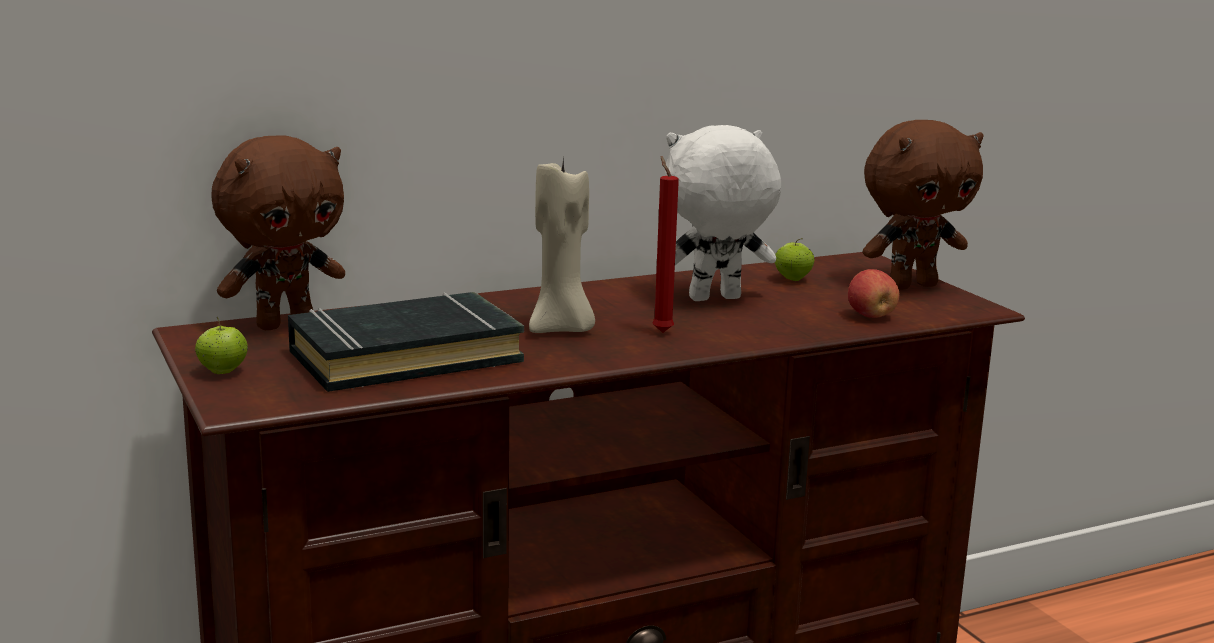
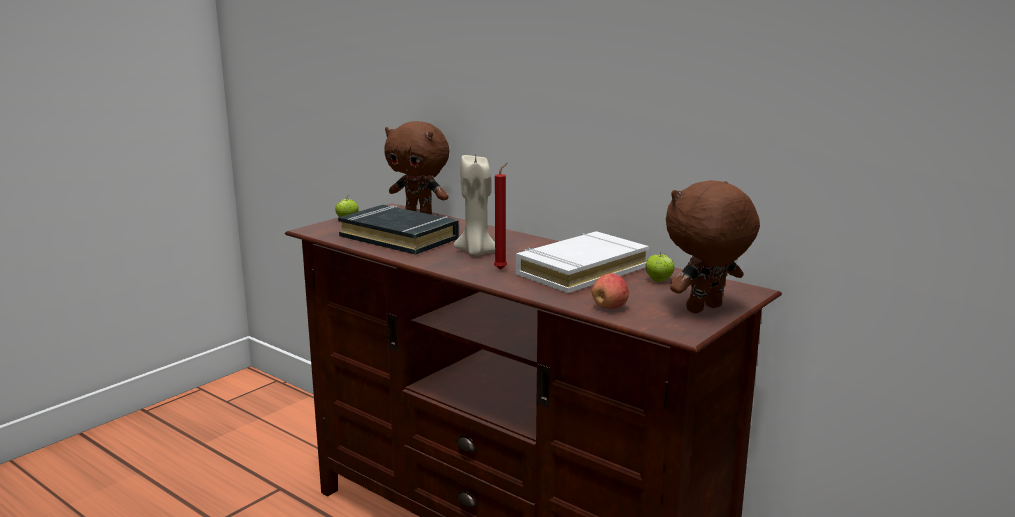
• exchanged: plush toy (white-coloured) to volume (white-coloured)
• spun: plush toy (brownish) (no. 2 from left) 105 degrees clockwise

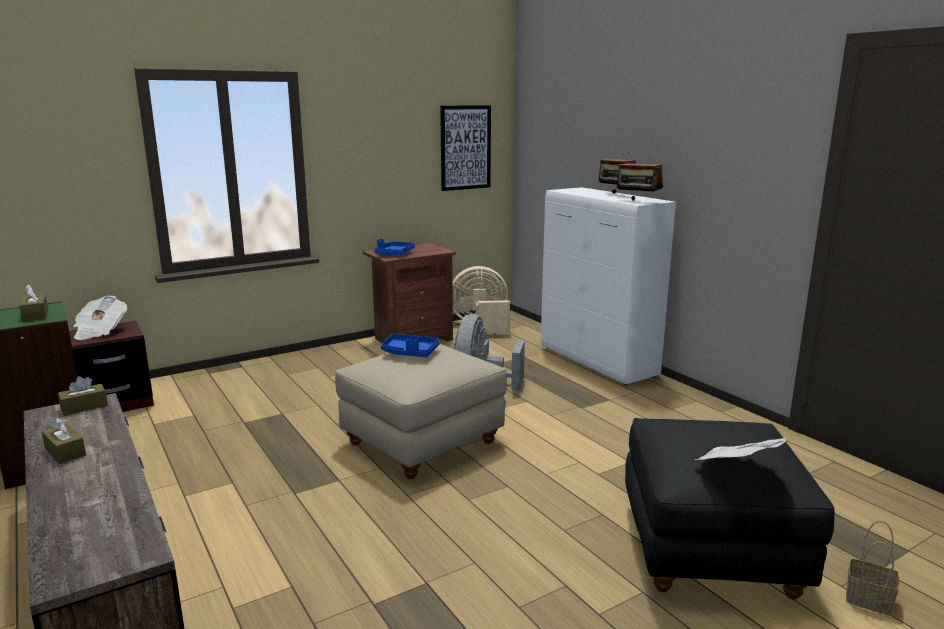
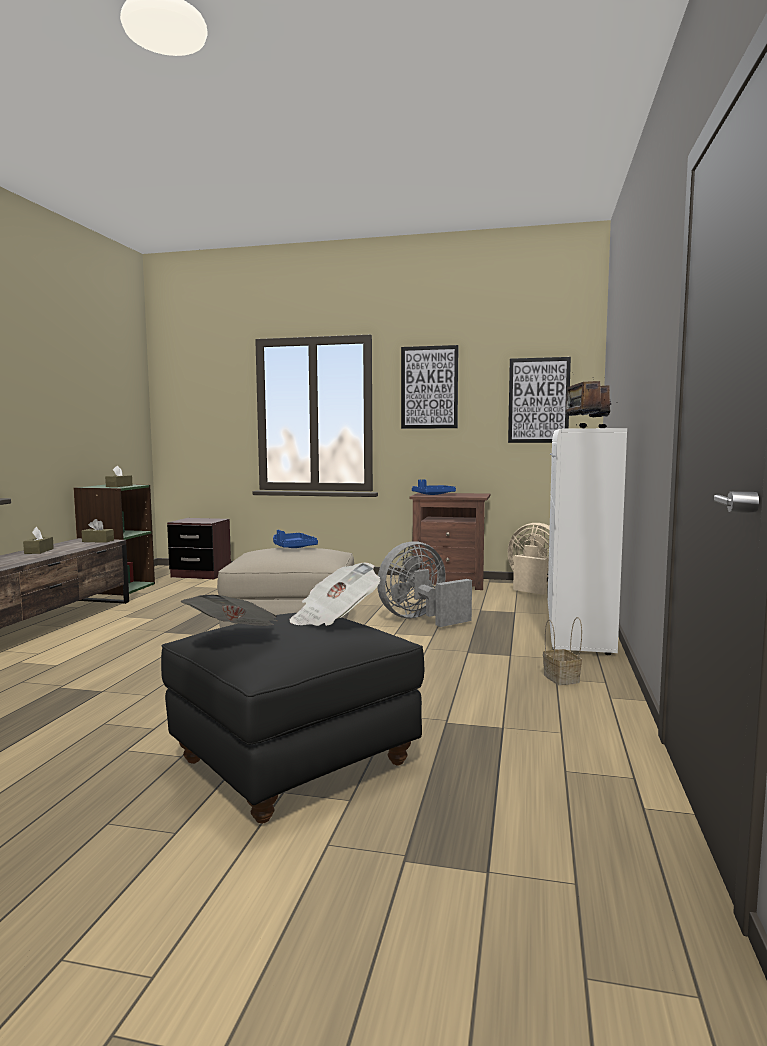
• relocated: newspaper (no. 1 from left in the first image) to newspaper (no. 2 from left)
• relocated: basket
• appeared: picture (no. 1 from left)

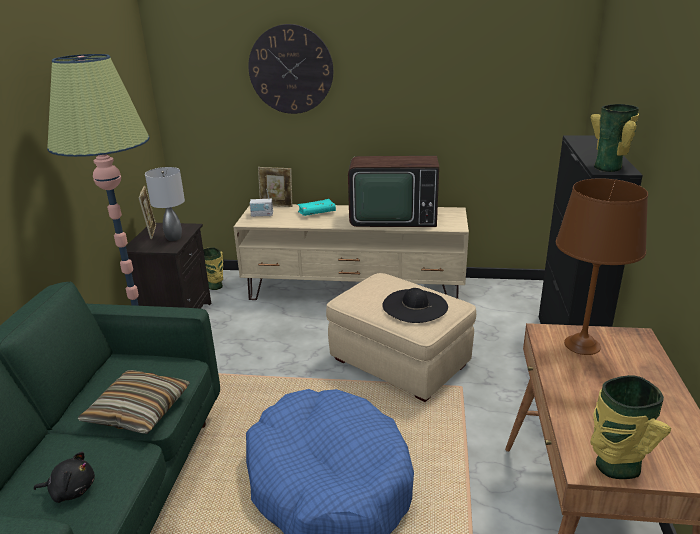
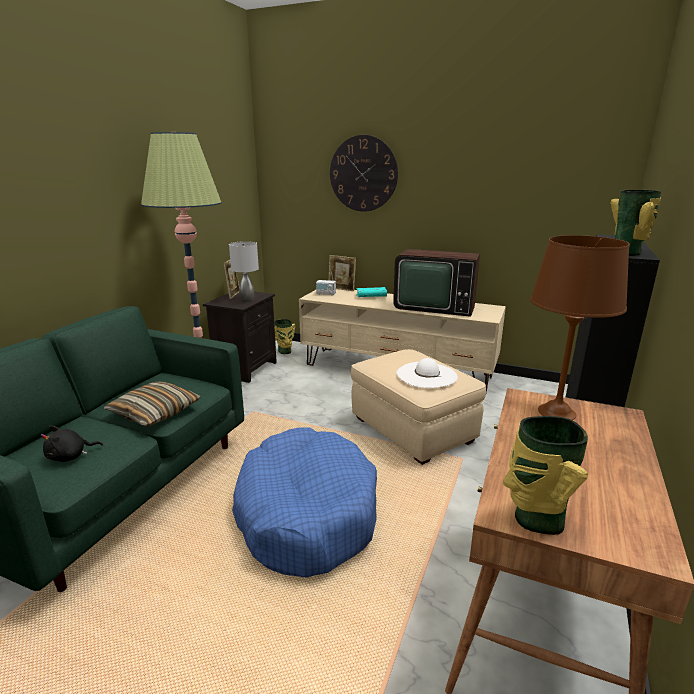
• spun: plush toy (black) 135 degrees clockwise
• colour: wearable hat (black) to wearable hat (white-coloured)

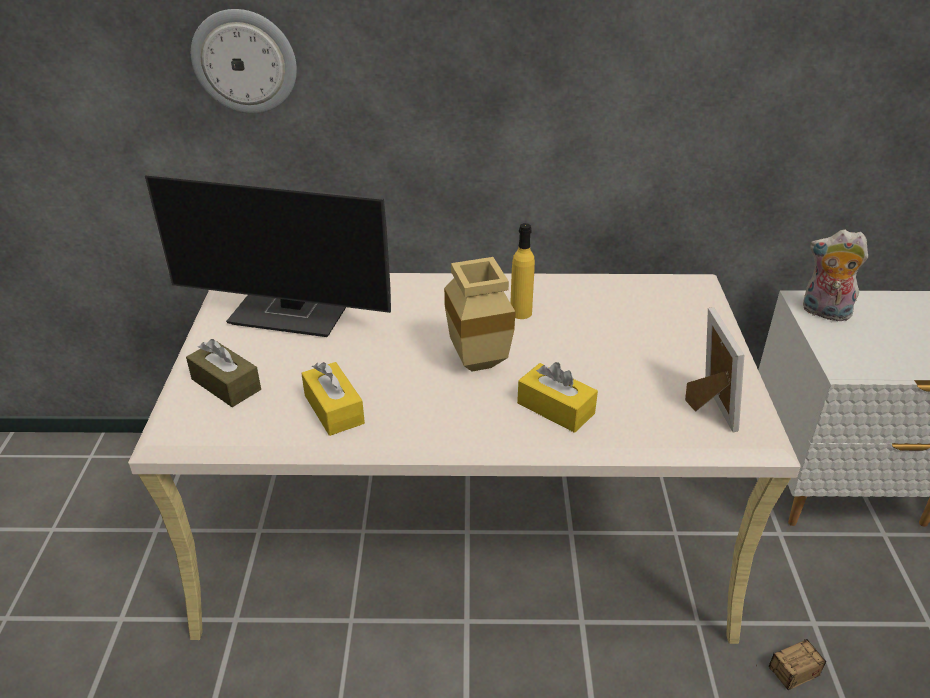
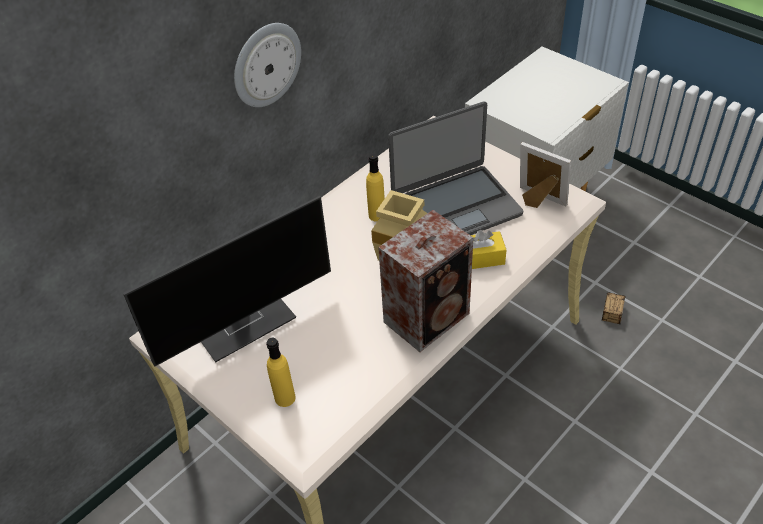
• exchanged: box of tissues (brownish) to beverage bottle (yellowish) (no. 1 from left)
• relocated: wall clock
• missing: box of tissues (yellowish) (no. 1 from left)
• missing: plush toy
• appeared: audio speaker
• appeared: portable computer

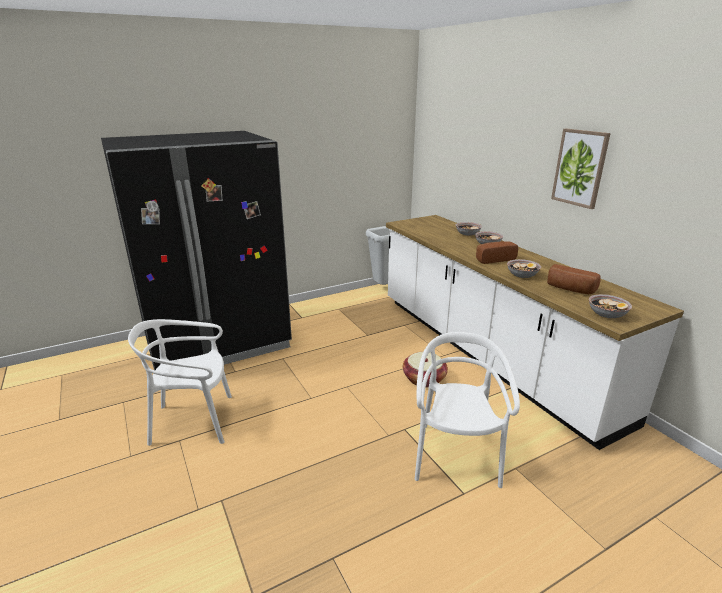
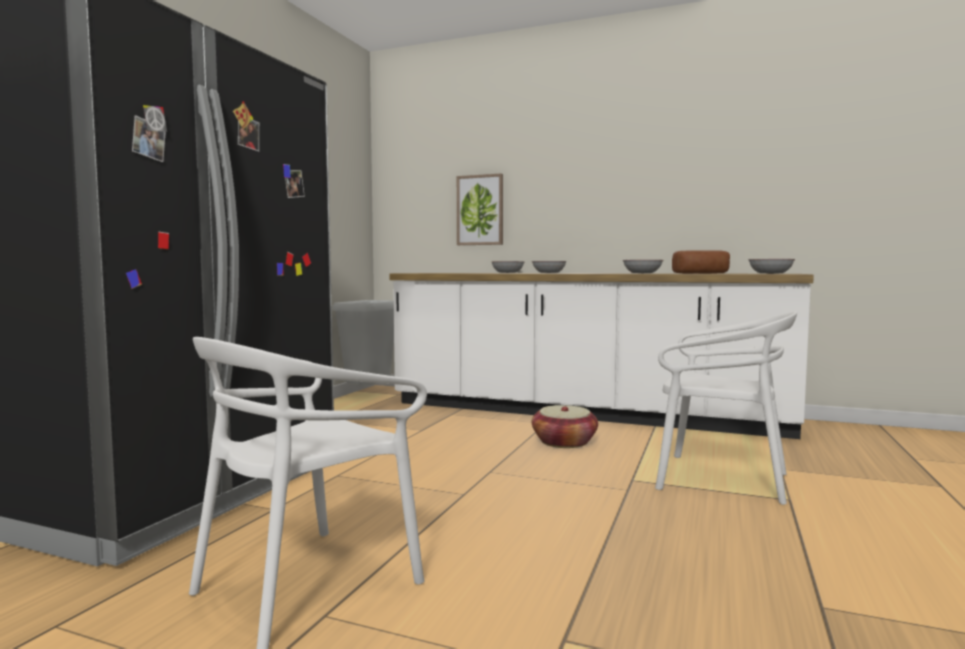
• spun: plain chair (white-coloured) (no. 2 from left) 150 degrees clockwise
• missing: bread (no. 1 from left)
• relocated: picture

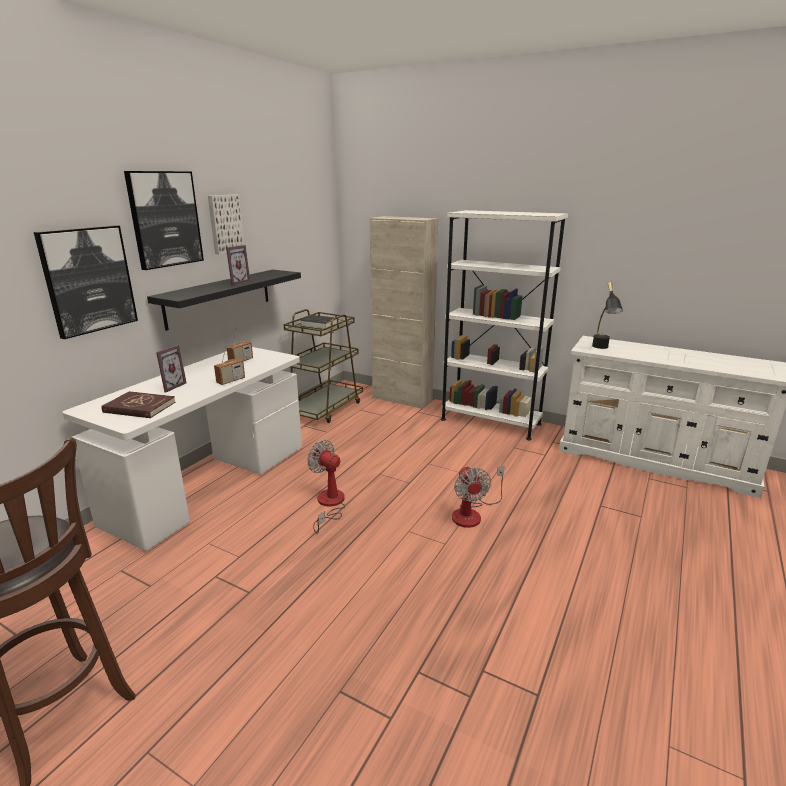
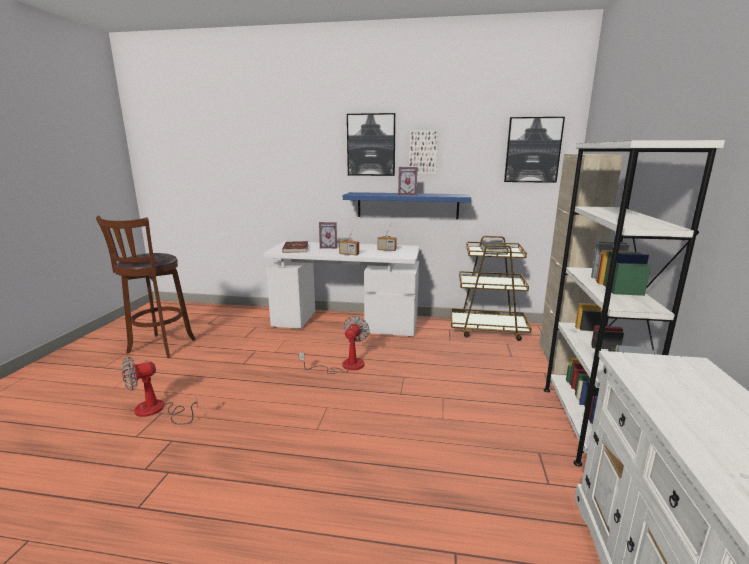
• relocated: picture (no. 1 from left in the first image) to picture (no. 3 from left)
• colour: shelf (black) to shelf (blue)
• relocated: electric fan (no. 2 from left in the first image) to electric fan (no. 1 from left)
• missing: tabletop lamp (black)

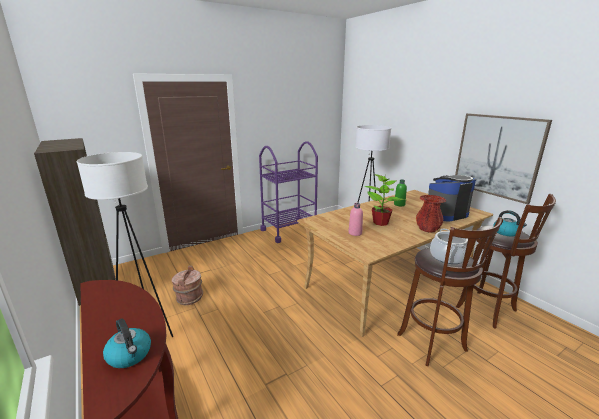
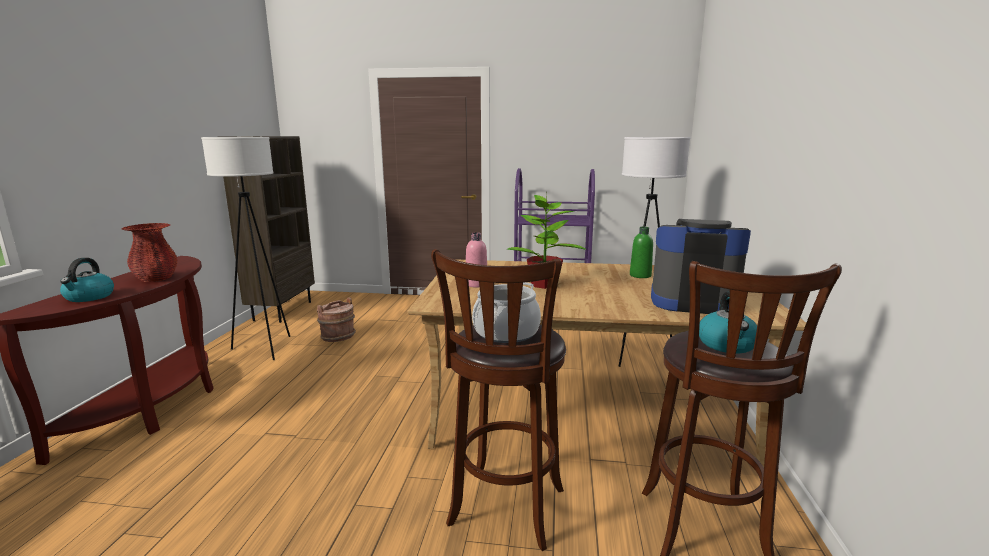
• relocated: decorative vase (reddish)
• missing: picture

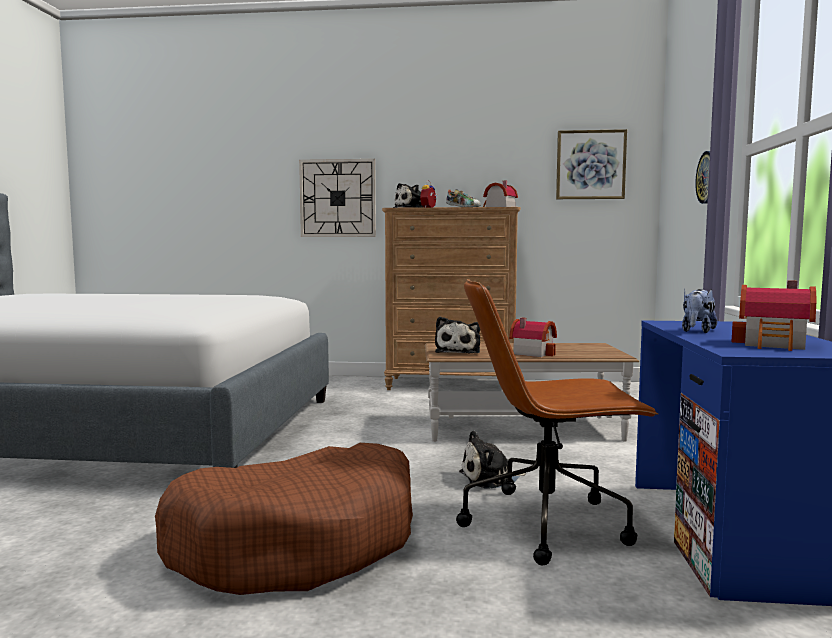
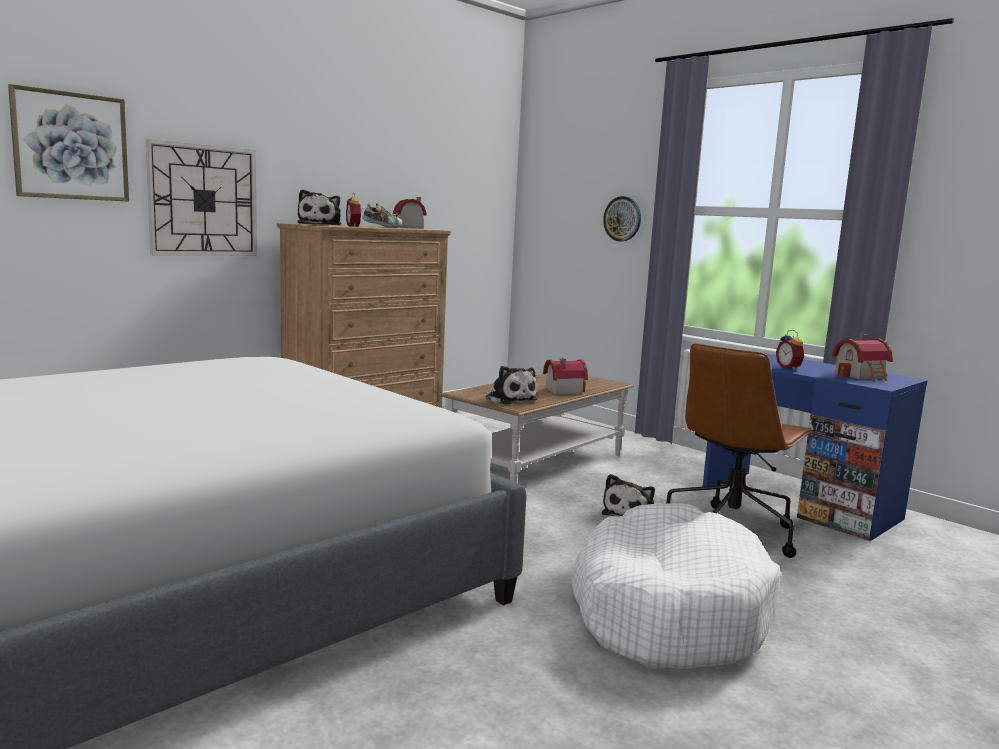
• colour: dog cushion (brownish) to dog cushion (white-coloured)
• relocated: picture
• exchanged: plush toy (no. 4 from left) to table clock (no. 2 from left)

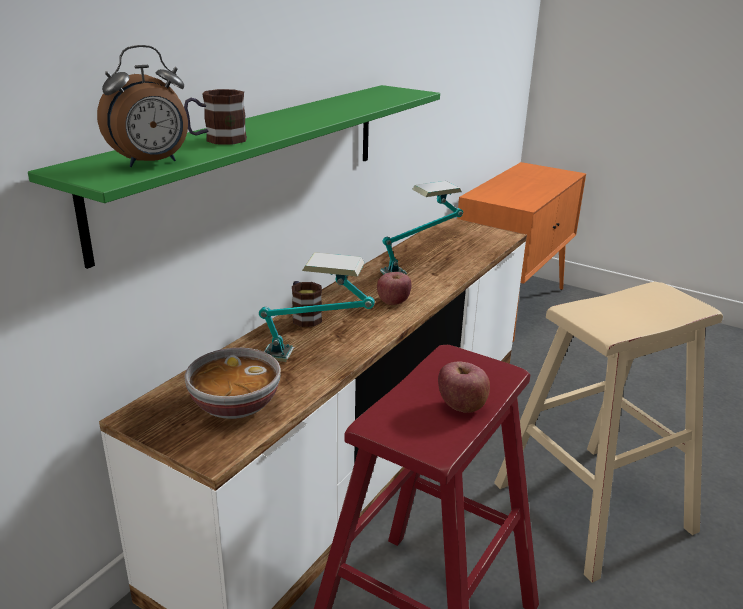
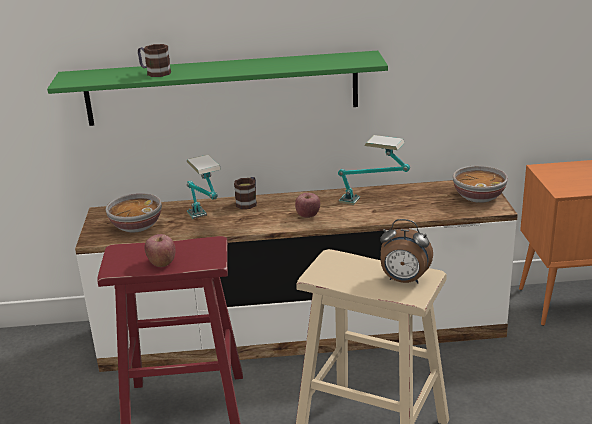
• relocated: table clock
• appeared: bowl (no. 2 from left)

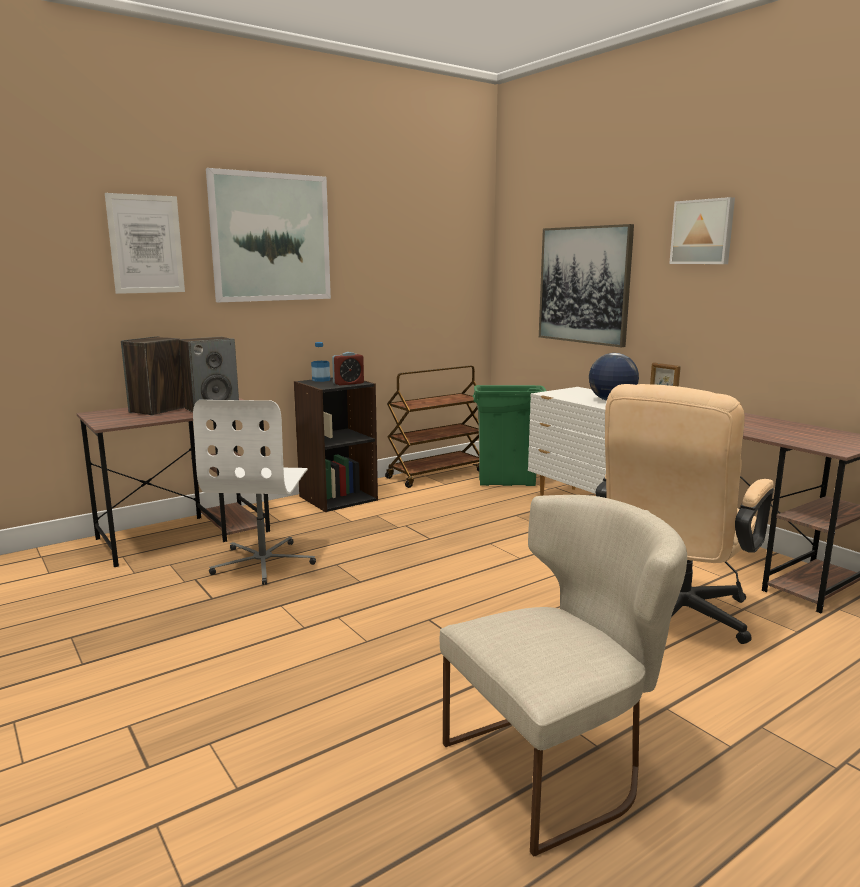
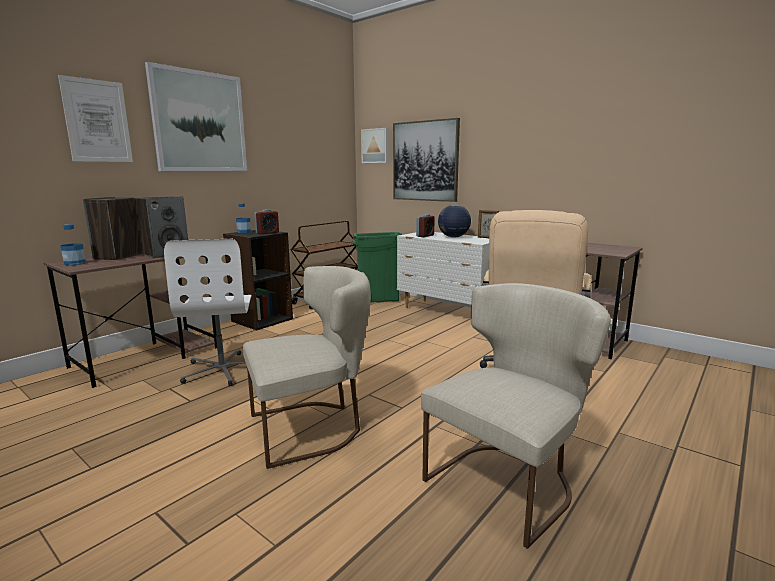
• relocated: picture (no. 4 from left in the first image) to picture (no. 3 from left)
• appeared: beverage bottle (no. 1 from left)
• appeared: plain chair (sand-coloured) (no. 1 from left)
• appeared: table clock (no. 2 from left)

